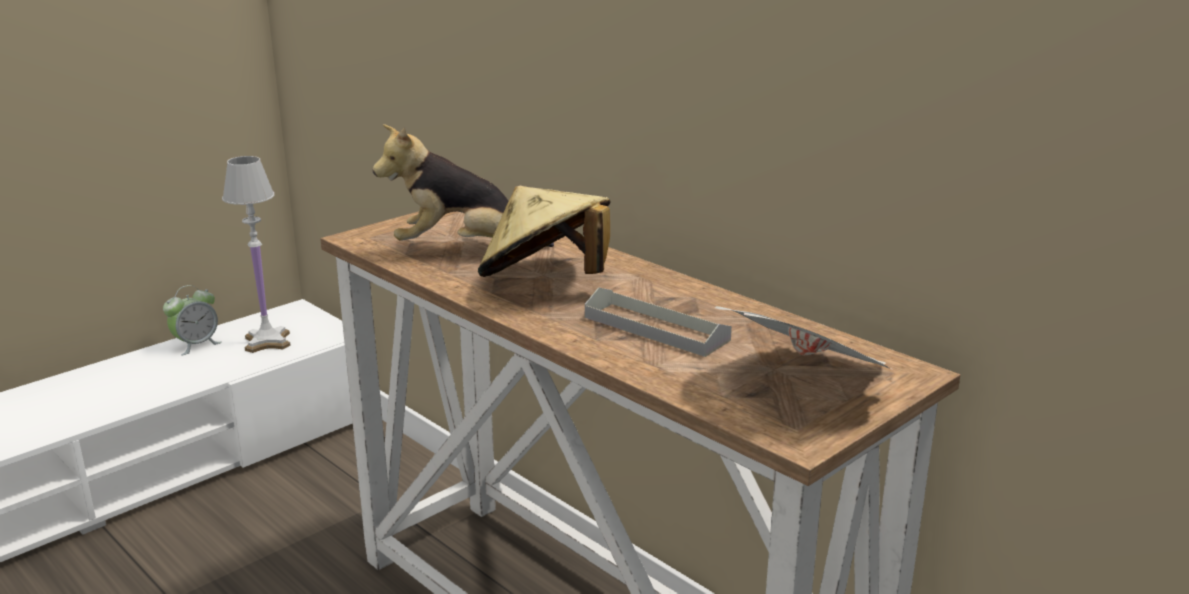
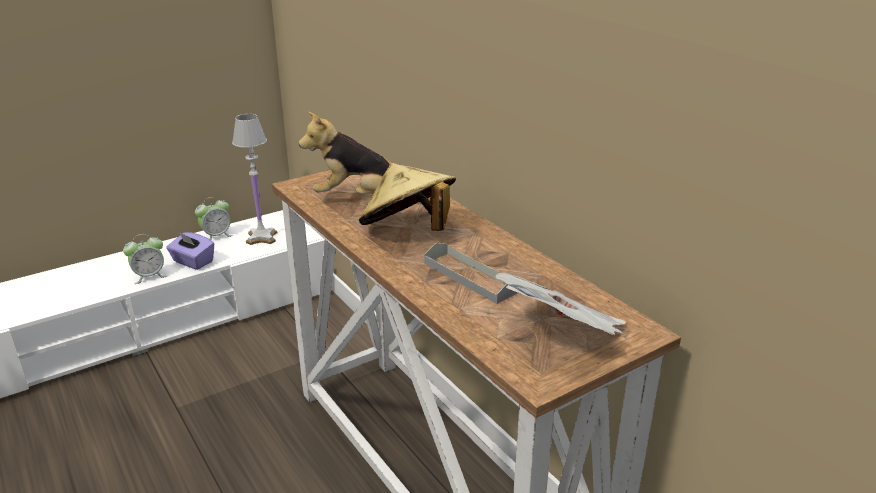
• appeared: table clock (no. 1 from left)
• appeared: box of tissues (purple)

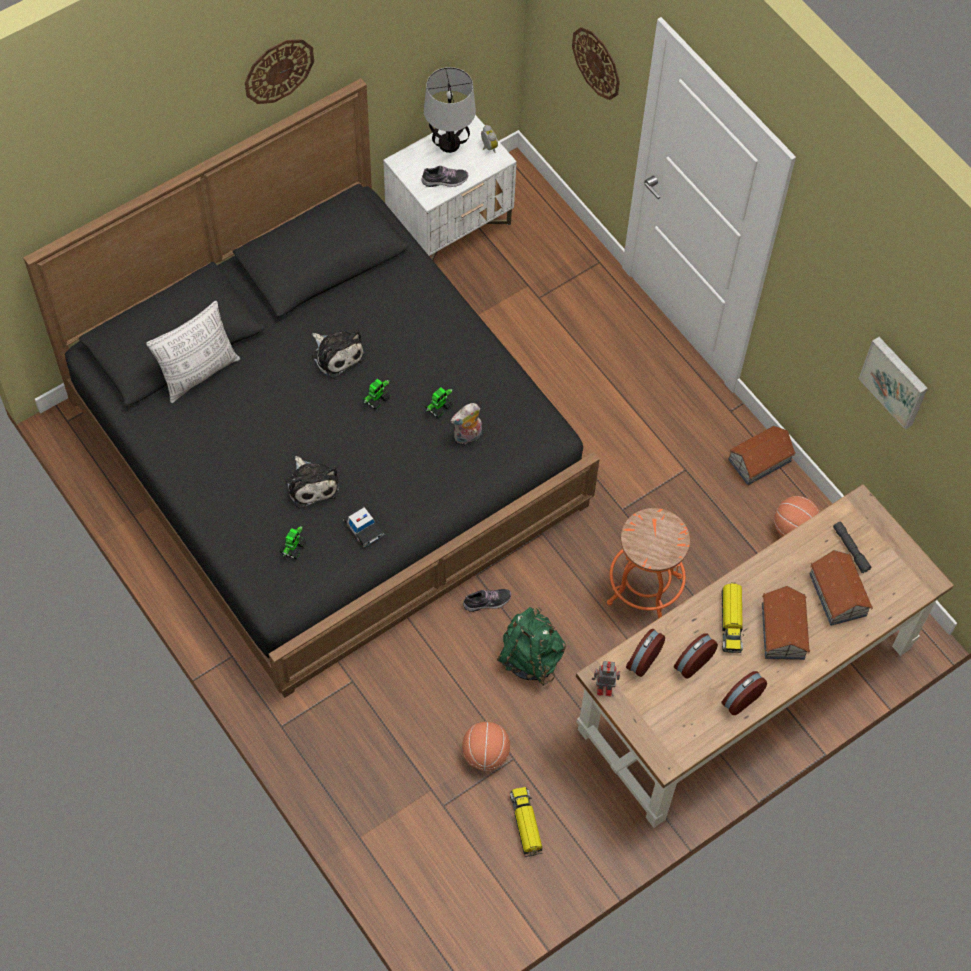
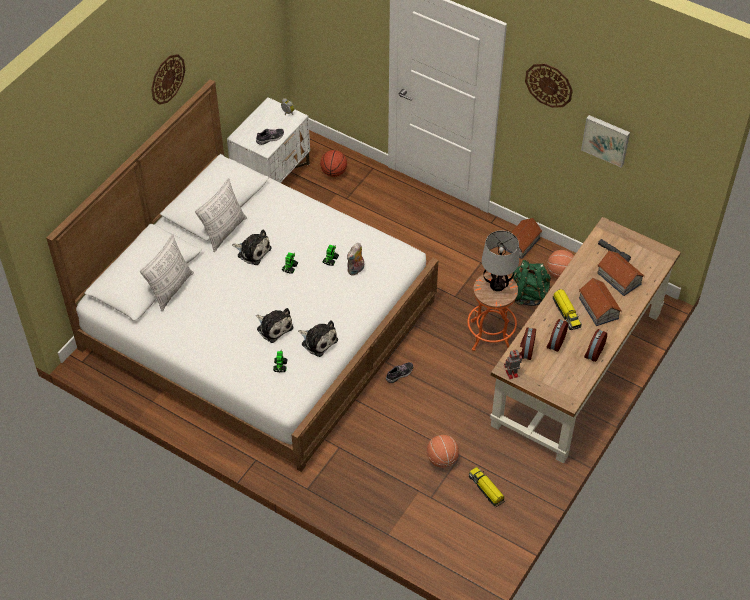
• colour: bed (black) to bed (white-coloured)
• exchanged: miniature car to plush toy (no. 3 from left)
• relocated: tabletop lamp
• relocated: knapsack (green)
• relocated: wall clock (no. 2 from left)
• appeared: throw pillow (no. 2 from left)
• appeared: basketball ball (no. 1 from left)

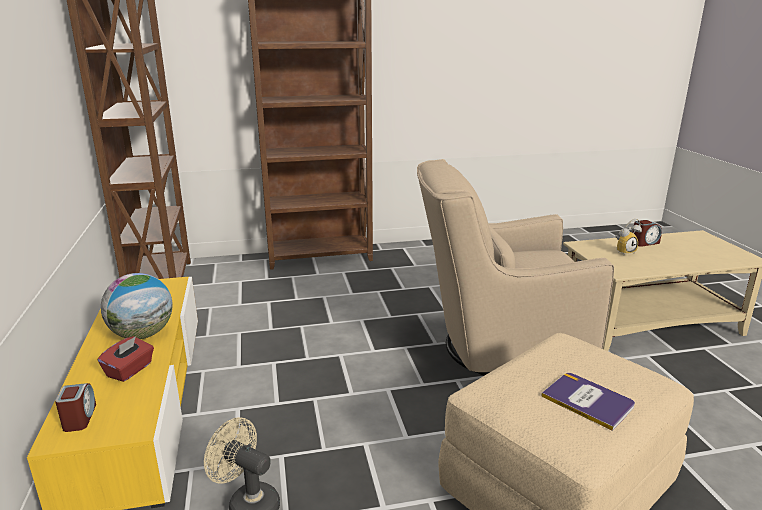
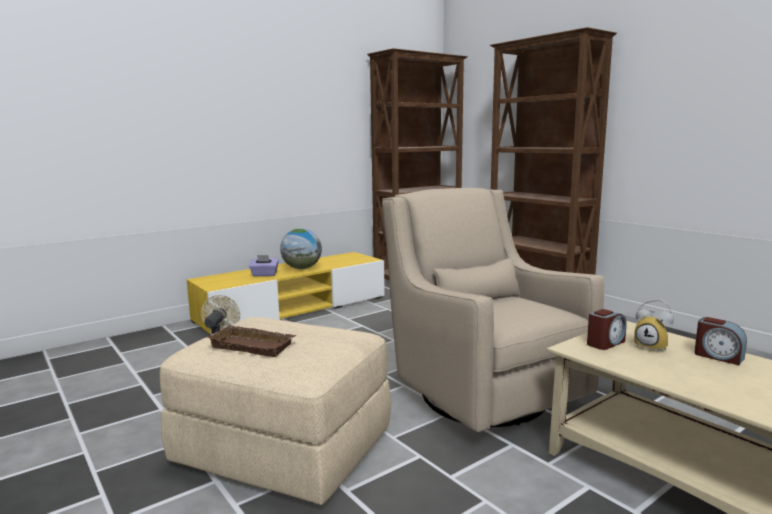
• relocated: table clock (no. 1 from left)
• colour: box of tissues (reddish) to box of tissues (purple)
• exchanged: volume to tray (brownish)

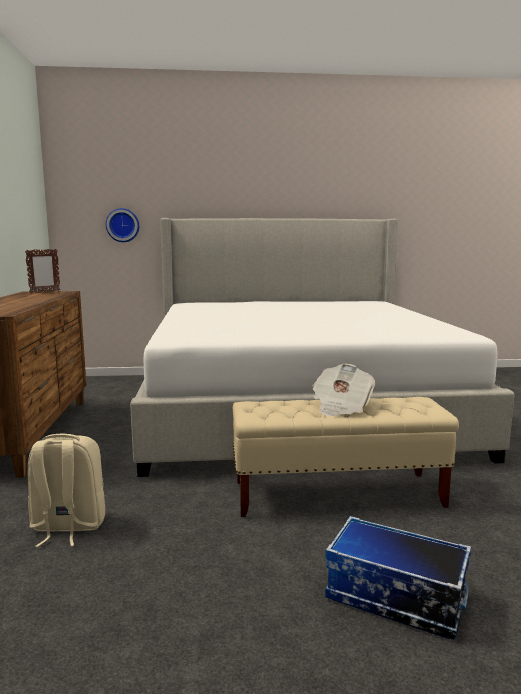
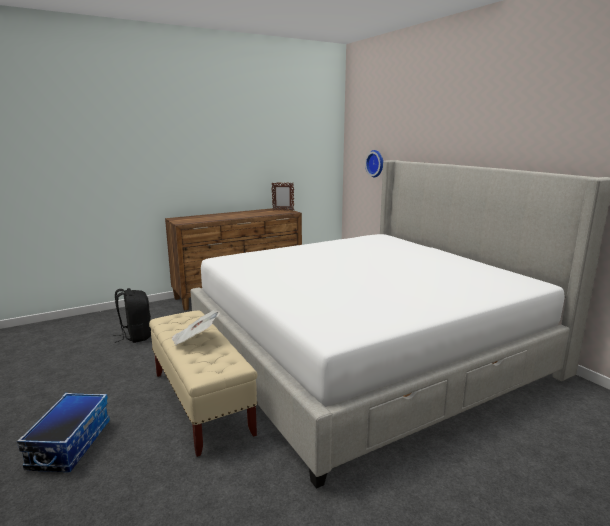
• colour: knapsack (sand-coloured) to knapsack (black)

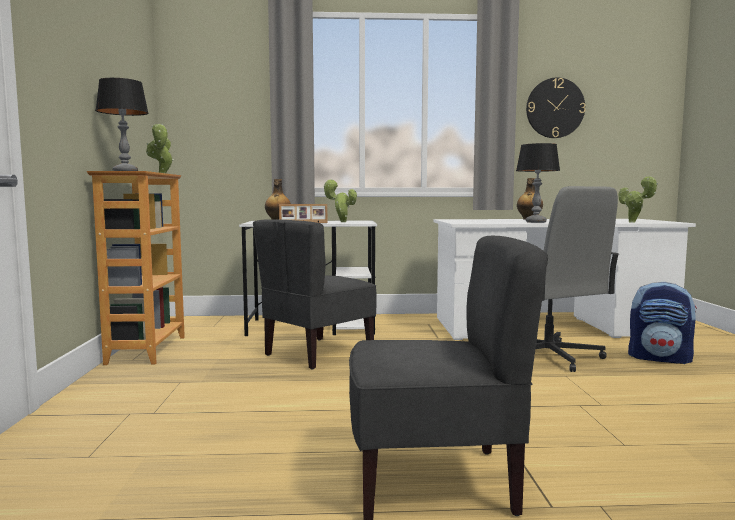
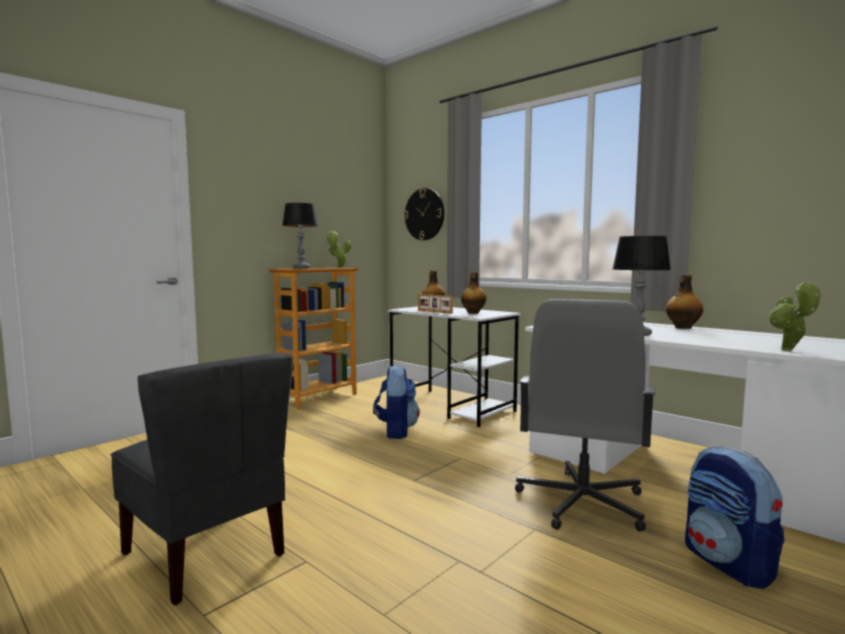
• exchanged: plain chair (gray) (no. 1 from left) to knapsack (no. 1 from left)
• exchanged: houseplant (no. 2 from left) to beverage bottle (no. 2 from left)
• relocated: wall clock

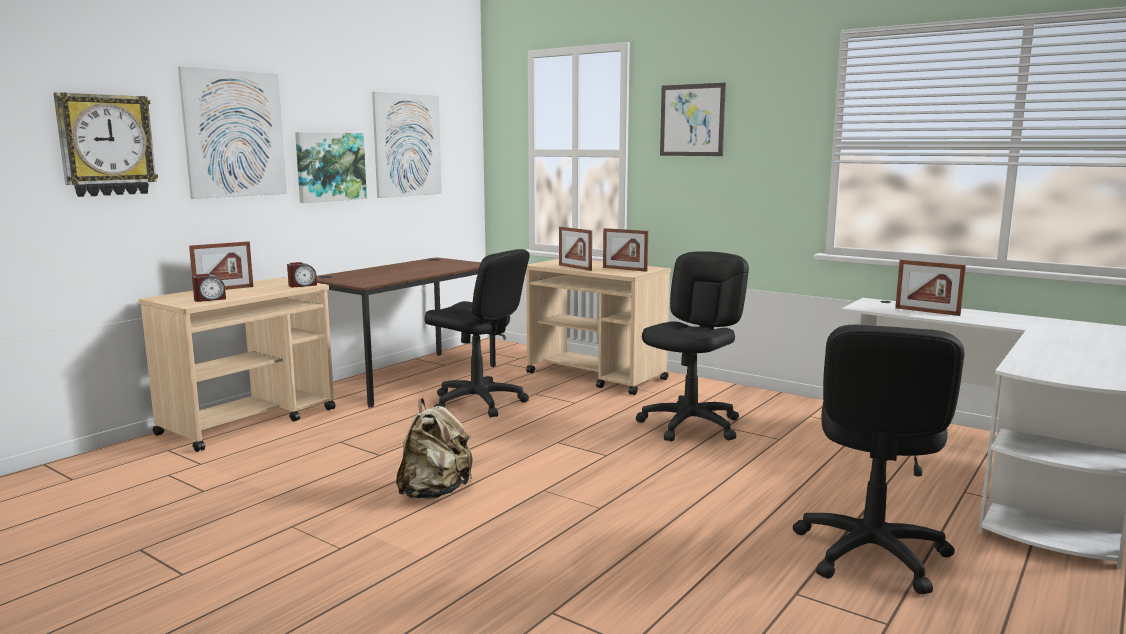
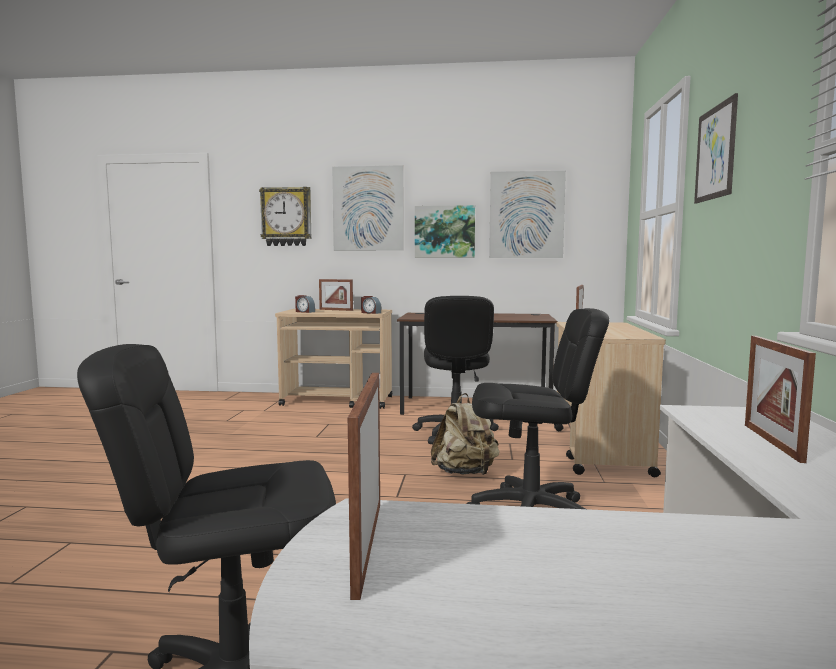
• relocated: knapsack (sand-coloured)
• relocated: photo frame (no. 3 from left in the first image) to photo frame (no. 2 from left)

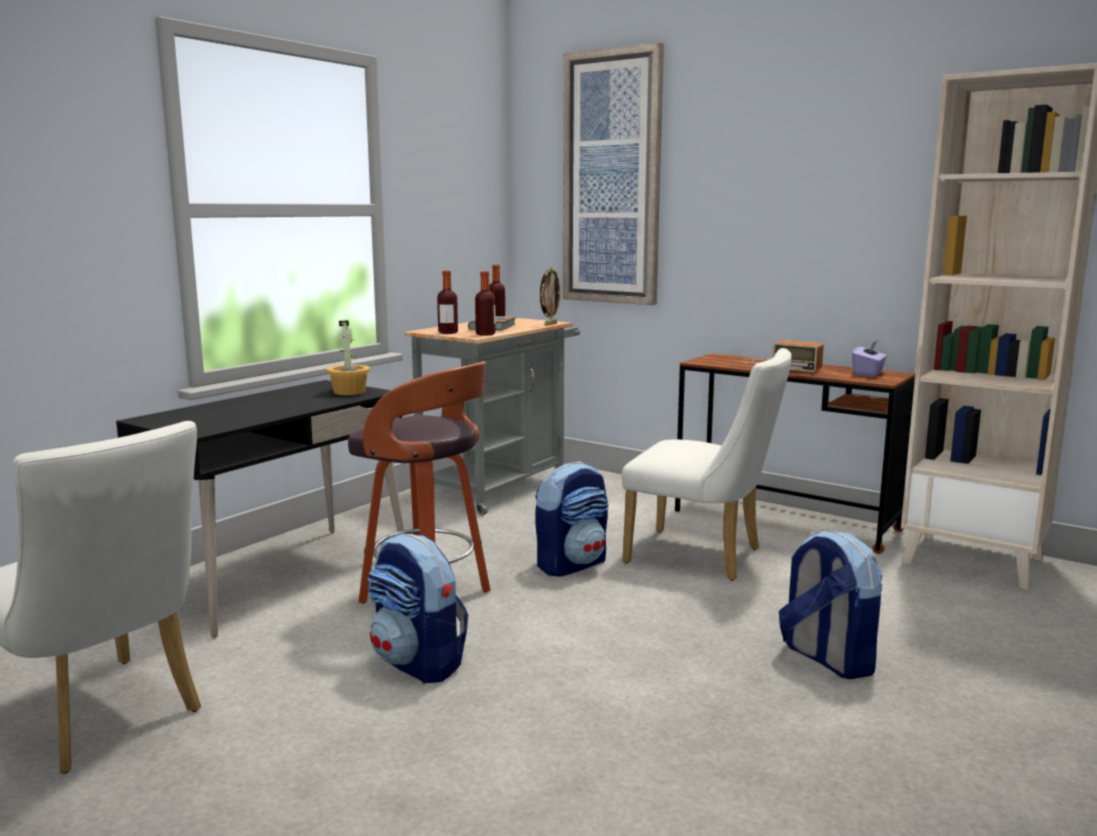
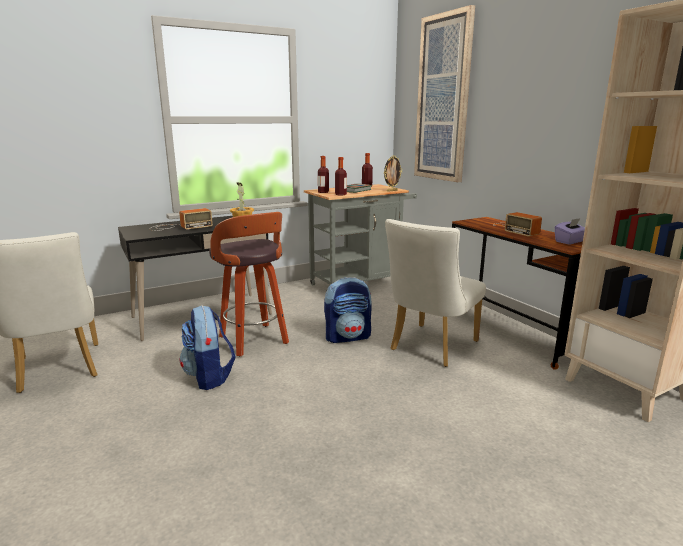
• spun: plain chair (white-coloured) (no. 2 from left) 75 degrees clockwise
• missing: knapsack (no. 3 from left)
• appeared: radio (no. 1 from left)

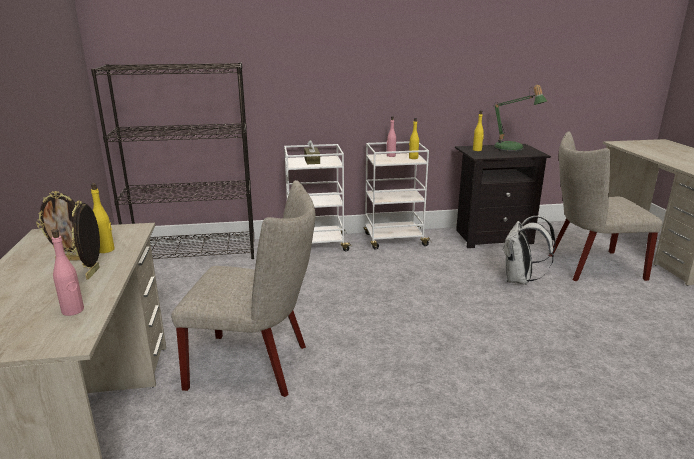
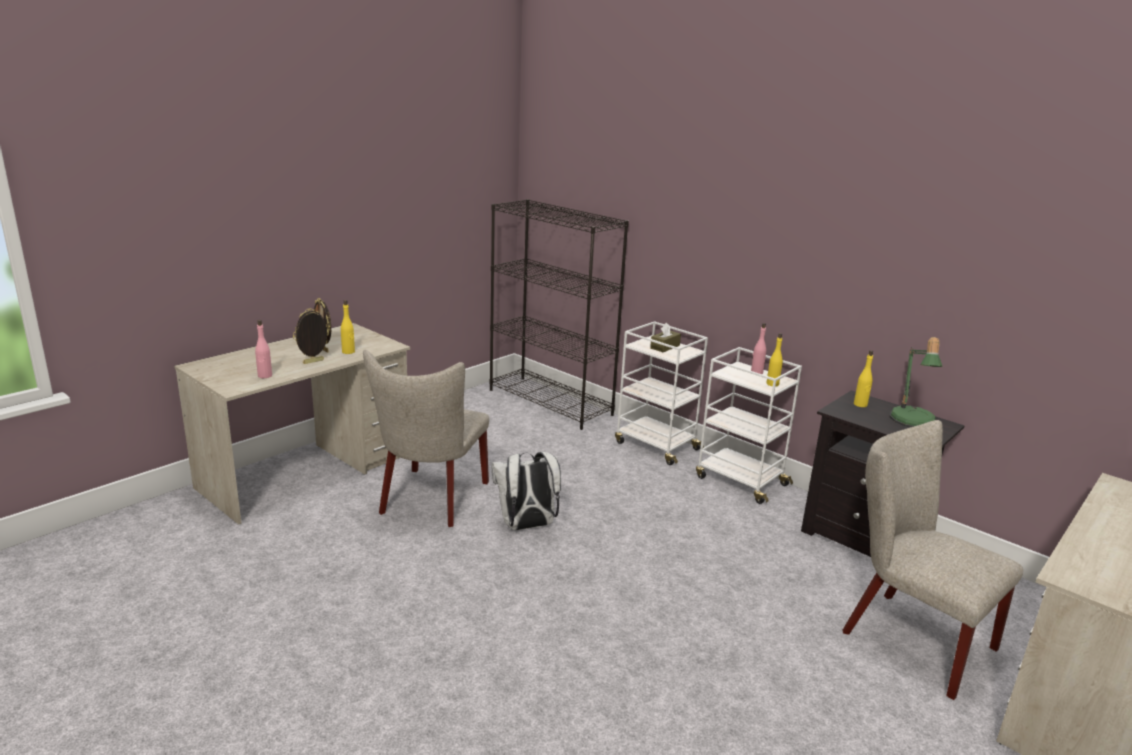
• spun: plain chair (sand-coloured) (no. 1 from left) 45 degrees clockwise
• relocated: knapsack (white-coloured)

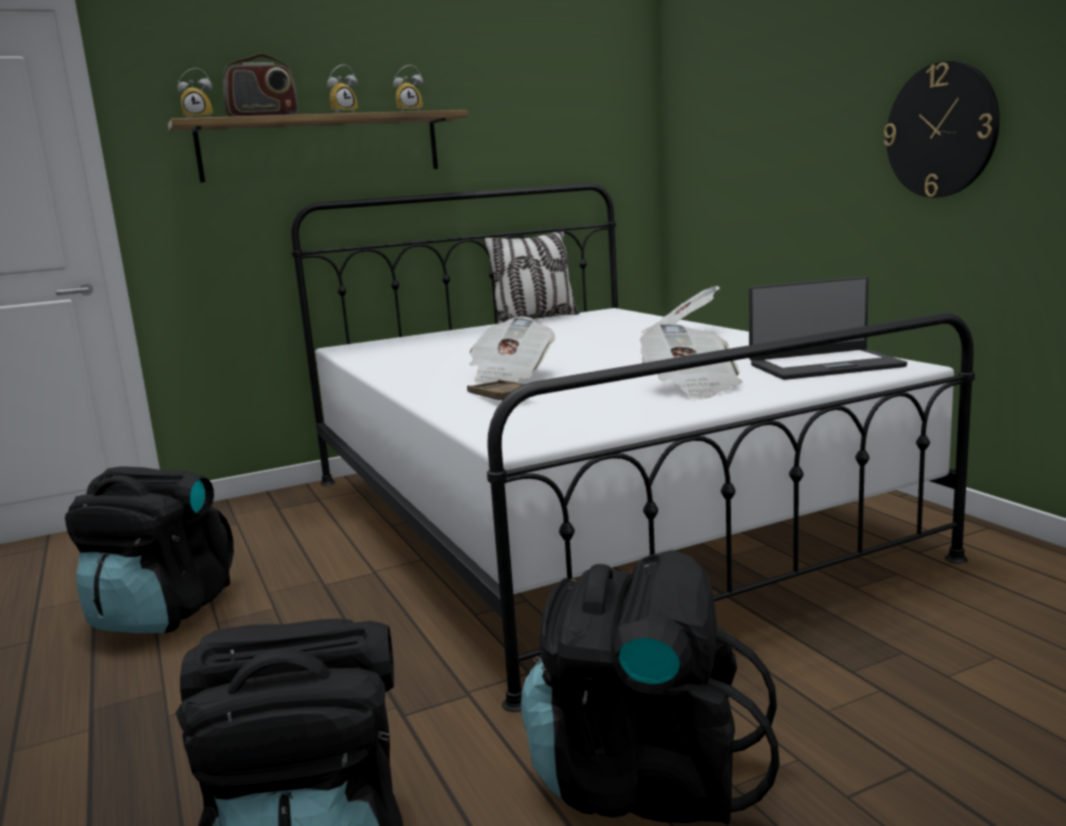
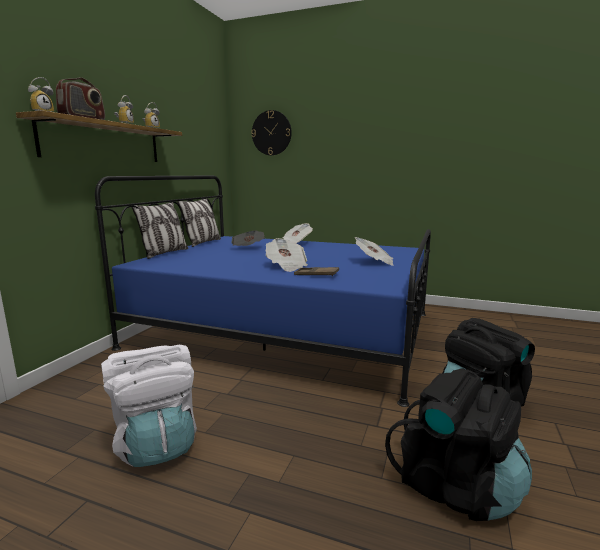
• colour: knapsack (black) (no. 1 from left) to knapsack (white-coloured)
• colour: bed (white-coloured) to bed (blue)
• missing: portable computer
• relocated: wall clock
• appeared: throw pillow (no. 1 from left)
• appeared: newspaper (no. 1 from left)

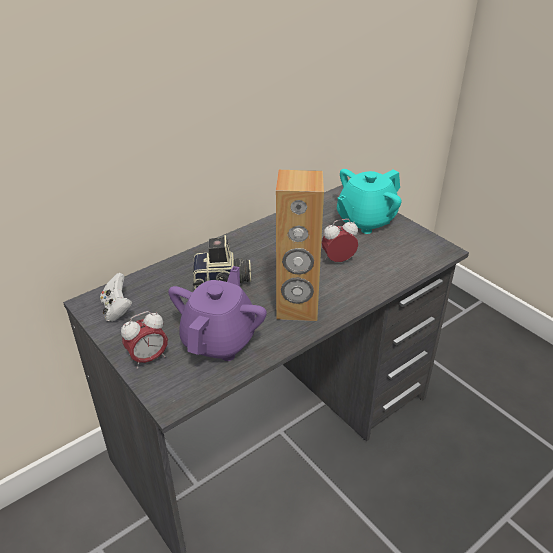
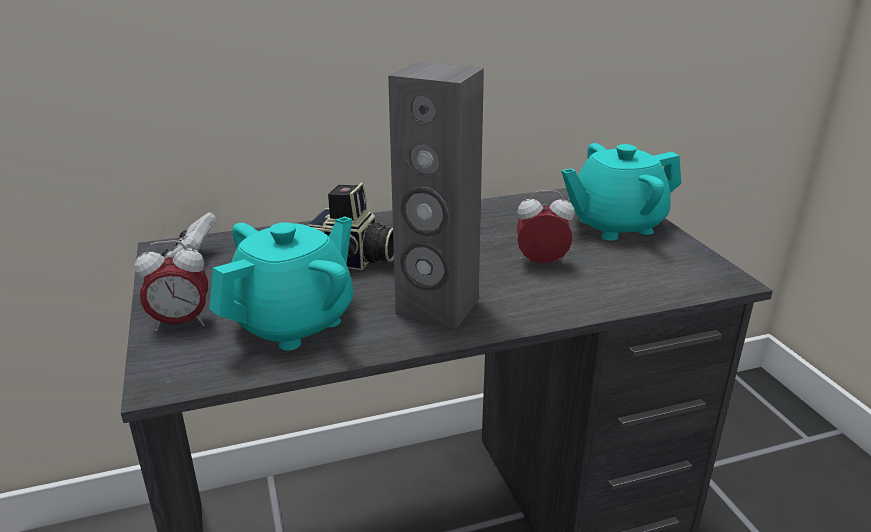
• colour: teapot (purple) to teapot (turquoise-coloured) (no. 1 from left)
• colour: audio speaker (brownish) to audio speaker (gray)

